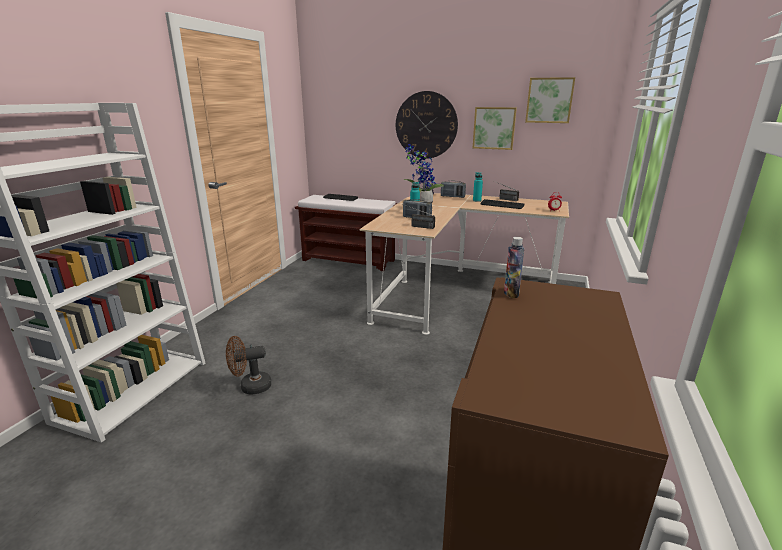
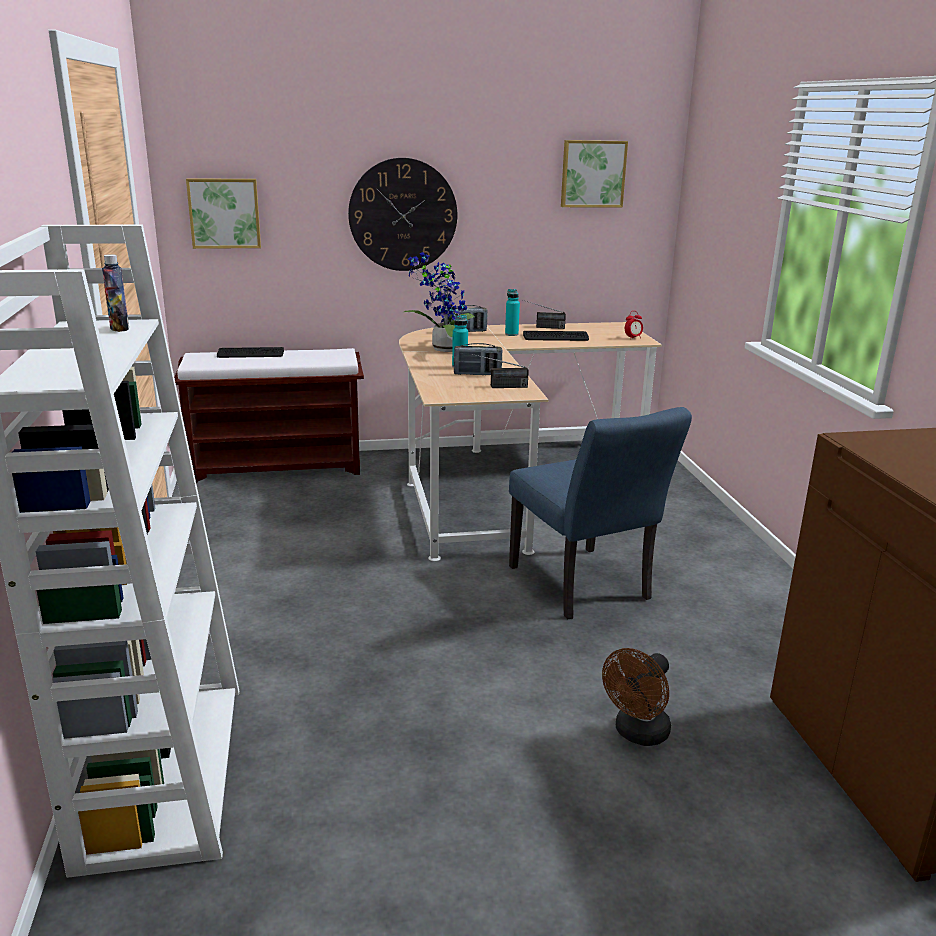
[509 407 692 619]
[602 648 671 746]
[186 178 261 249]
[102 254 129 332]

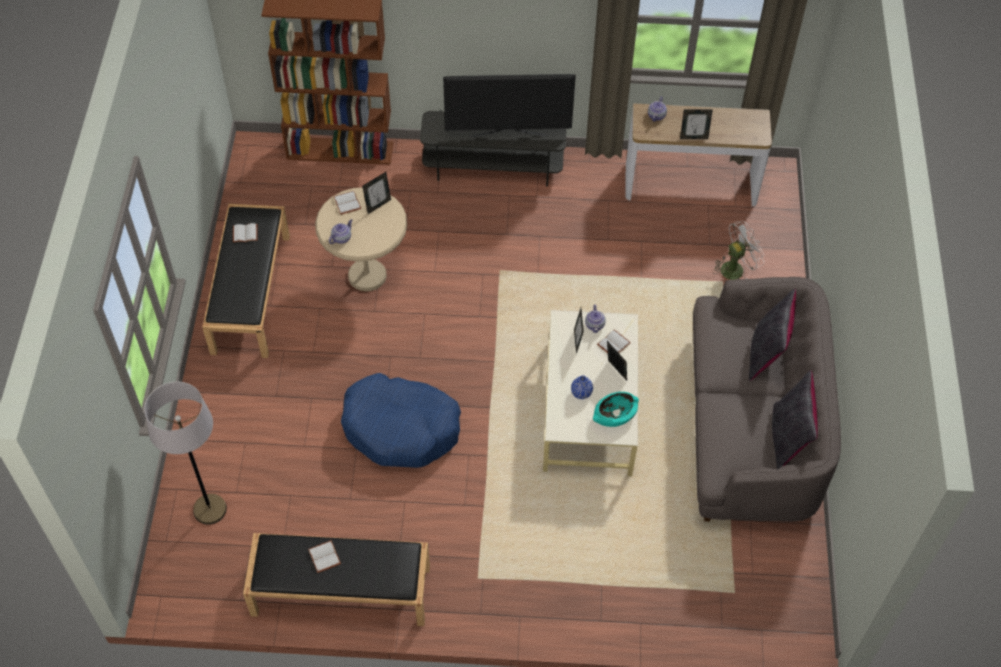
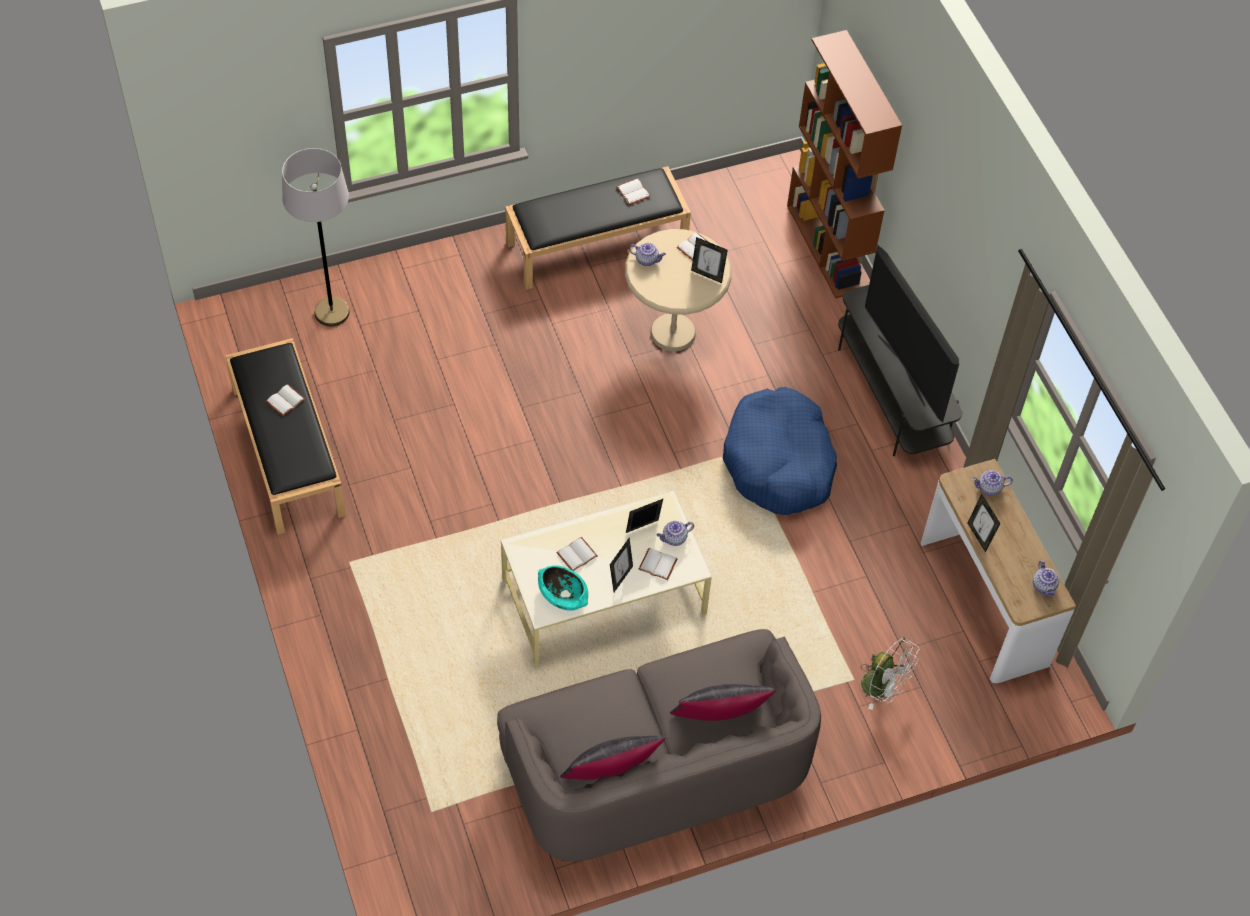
[1033 560 1059 597]
[723 387 837 515]
[556 537 597 571]

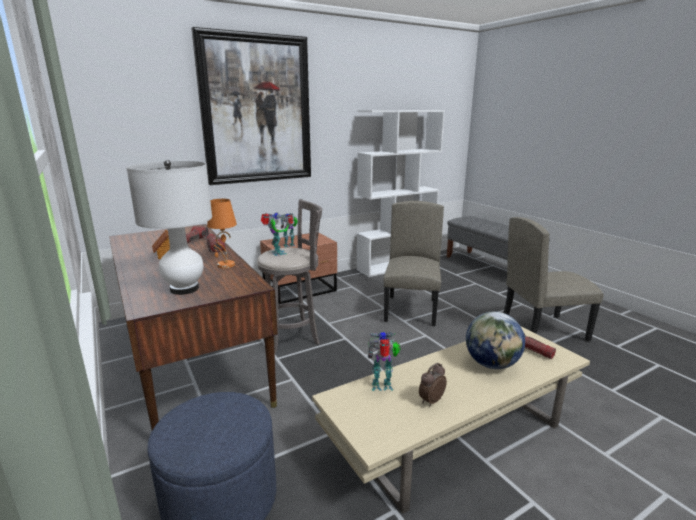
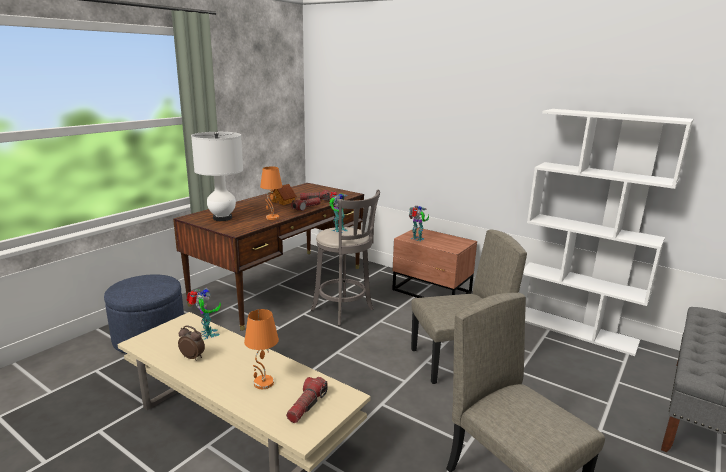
[191 27 311 185] (first image)
[244 309 279 389]

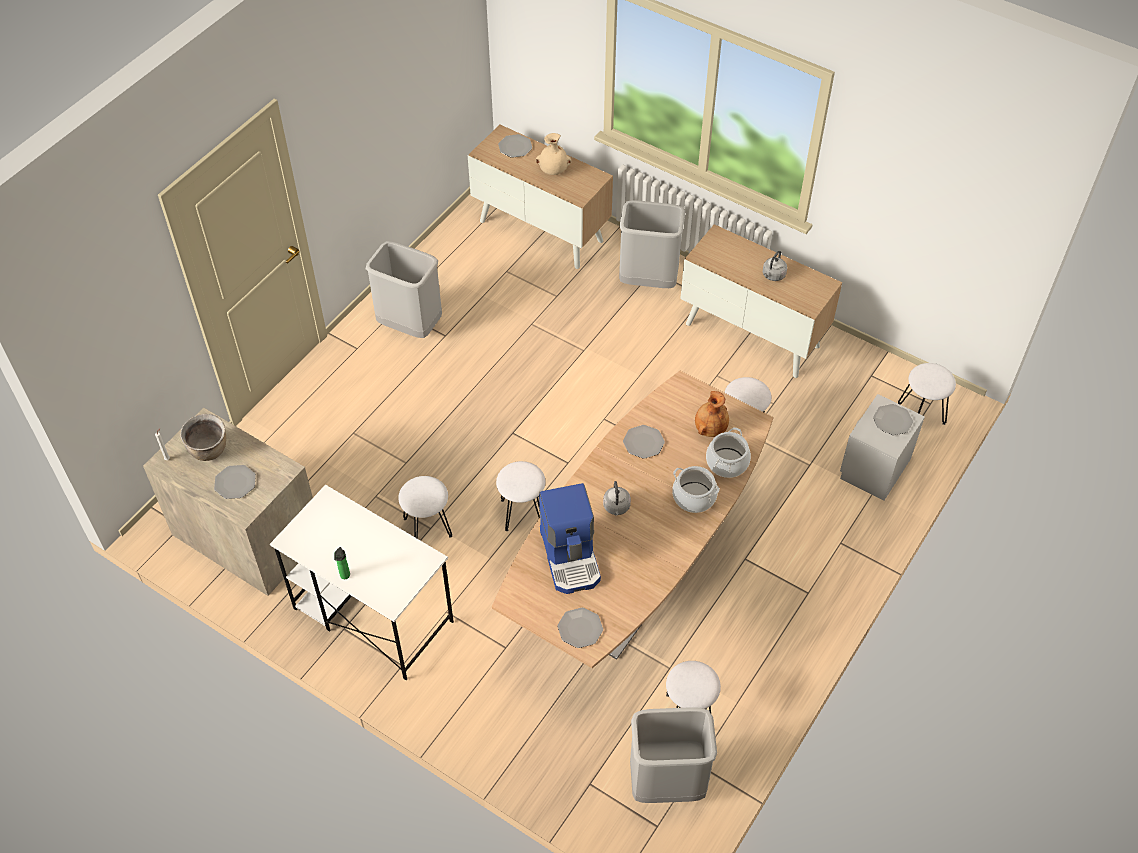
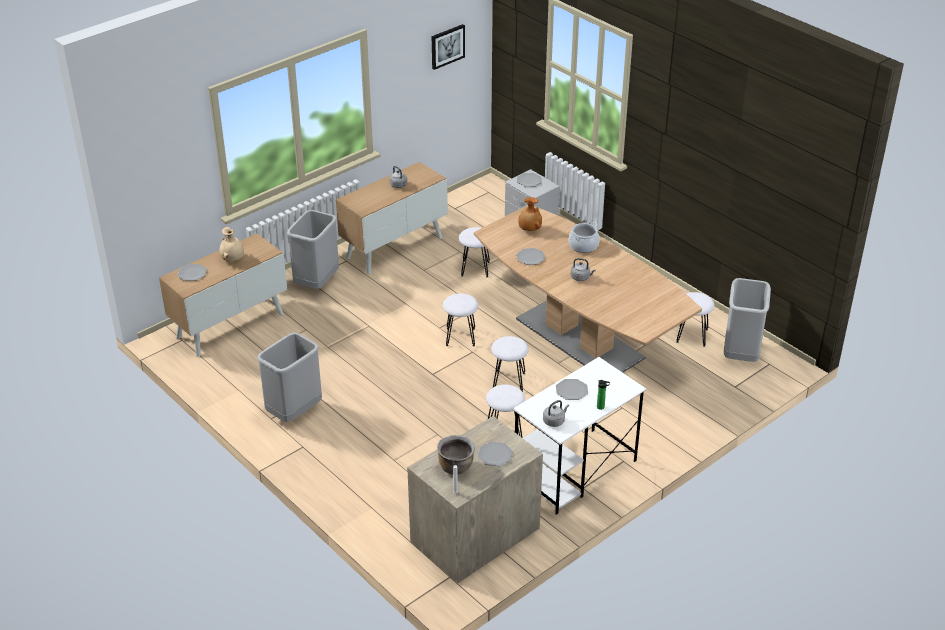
[539 483 601 594] (first image)
[706 428 751 478] (first image)
[432 24 465 70]
[543 400 569 427]
[556 379 588 400]
[443 293 479 346]

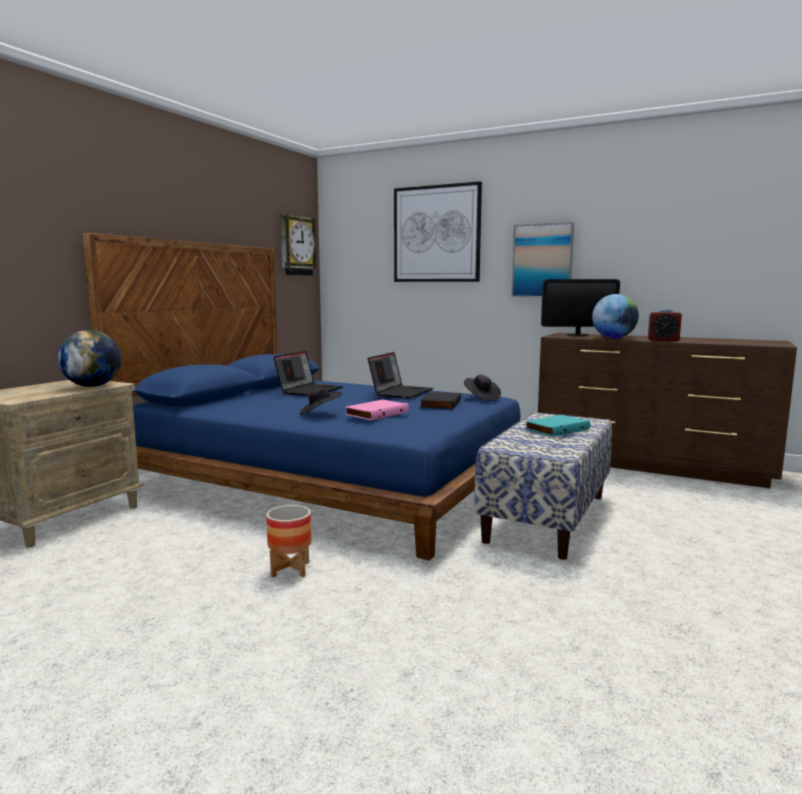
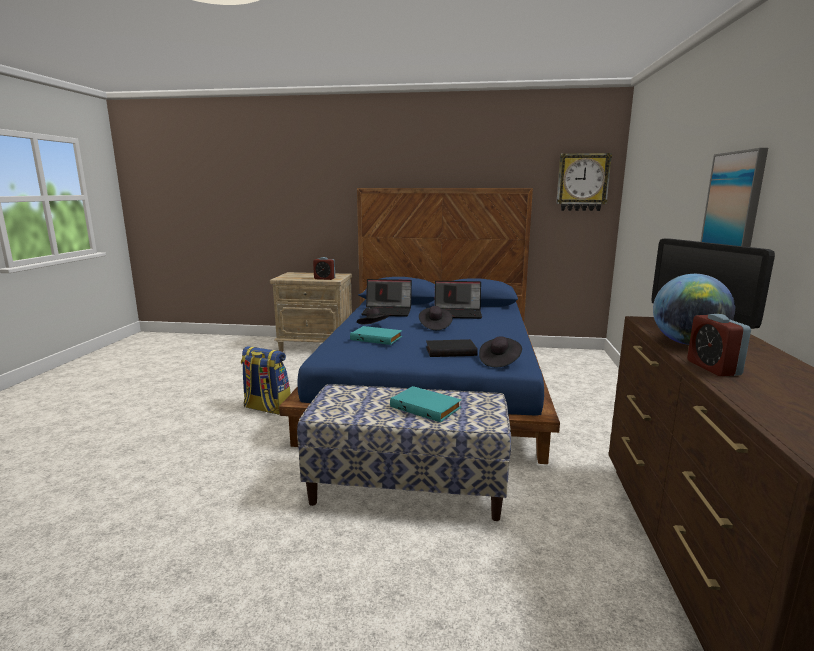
[394 181 482 282] (first image)
[419 306 453 330]
[362 279 412 317]
[313 257 335 280]
[241 346 291 415]
[350 326 402 345]

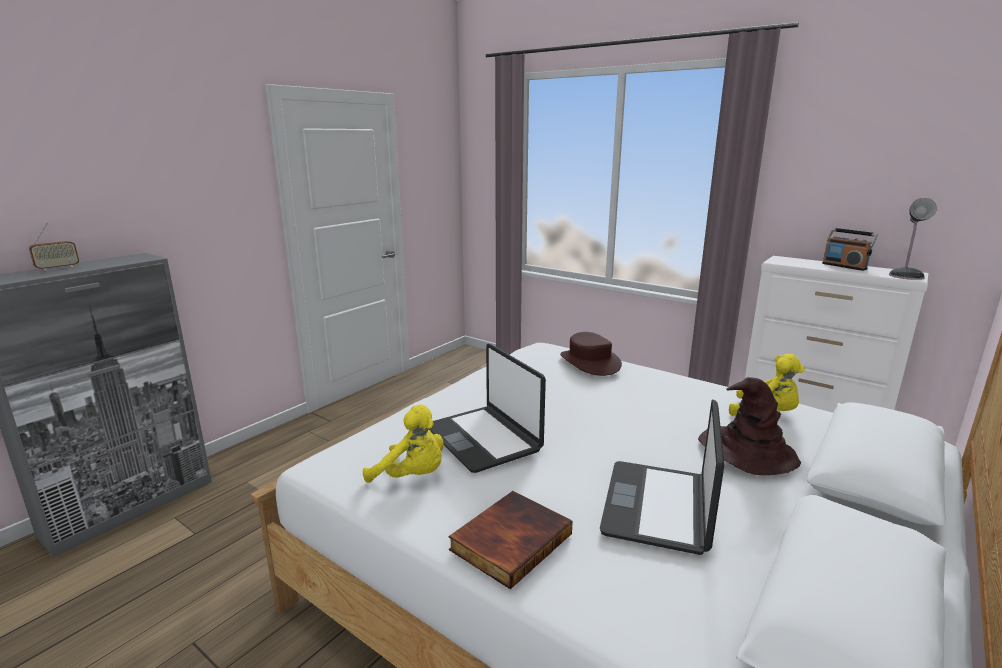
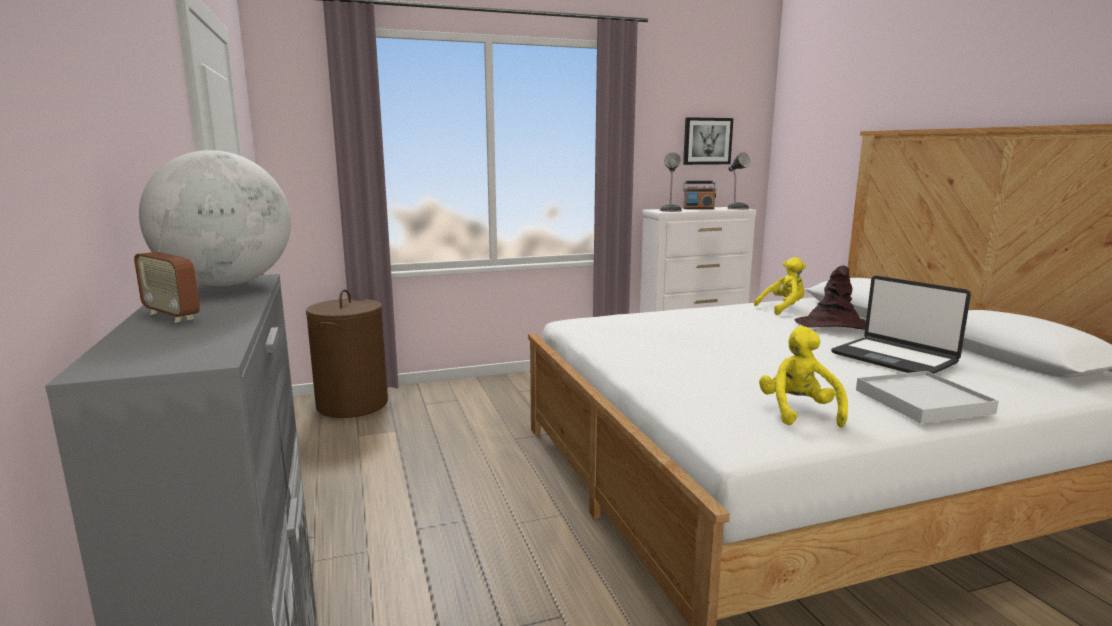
[429 344 546 473] (first image)
[560 332 622 376] (first image)
[139 150 291 286]
[306 289 388 418]
[660 153 682 212]
[683 117 733 165]
[856 371 999 423]
[134 208 200 323]
[759 326 848 428]

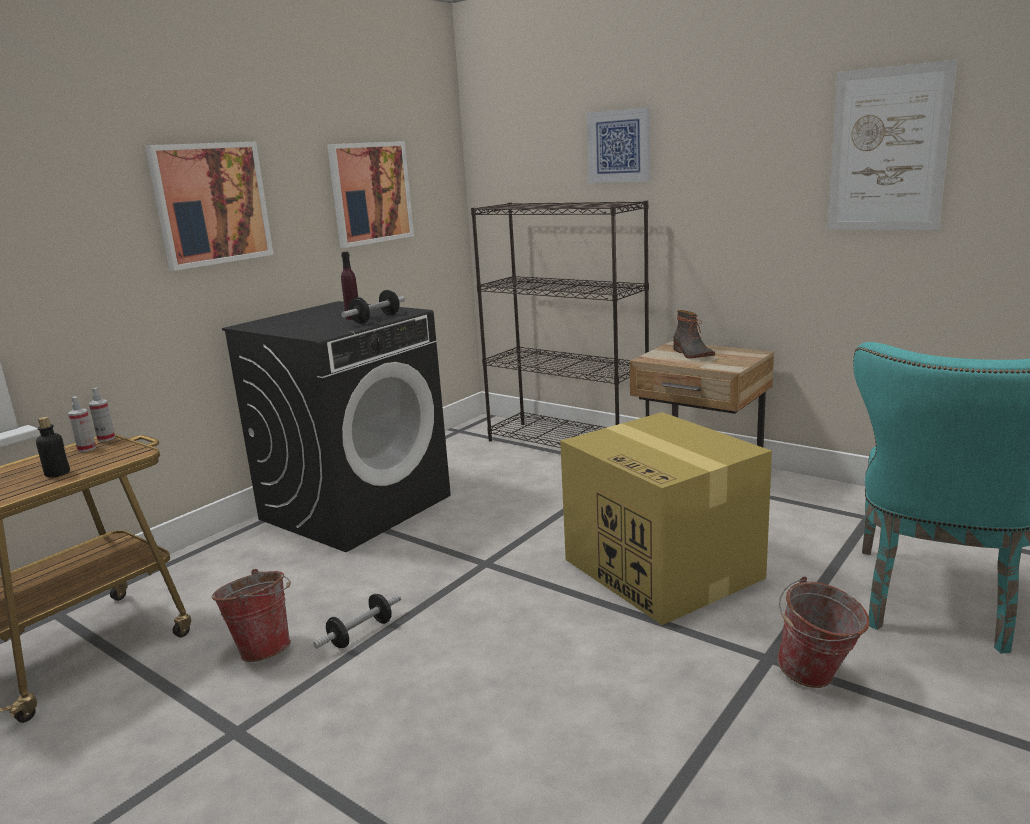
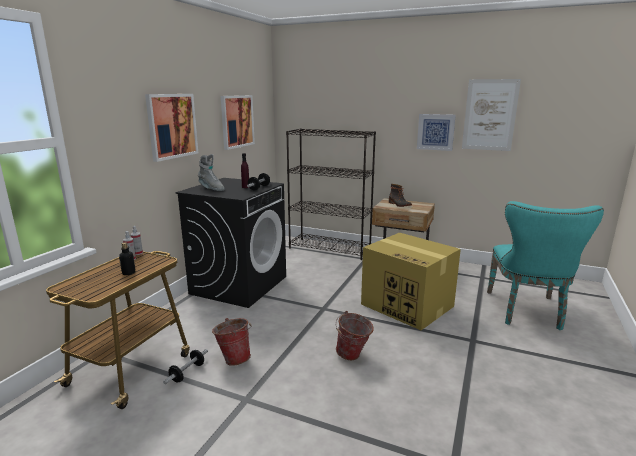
[198 154 225 191]
[163 349 208 384]
[417 114 456 151]
[336 311 374 360]

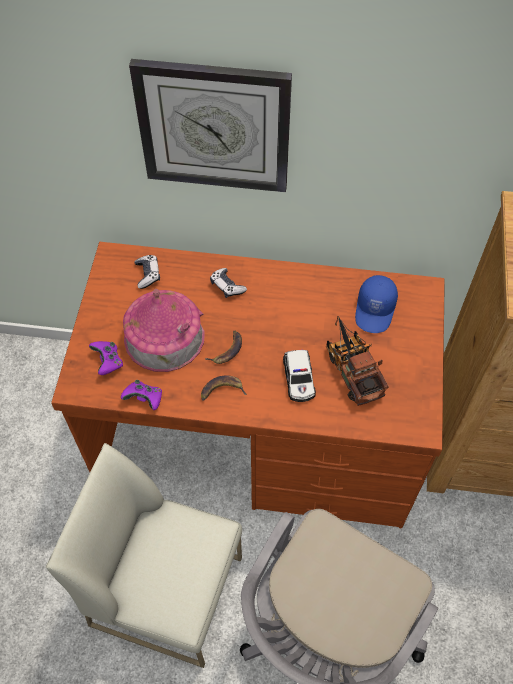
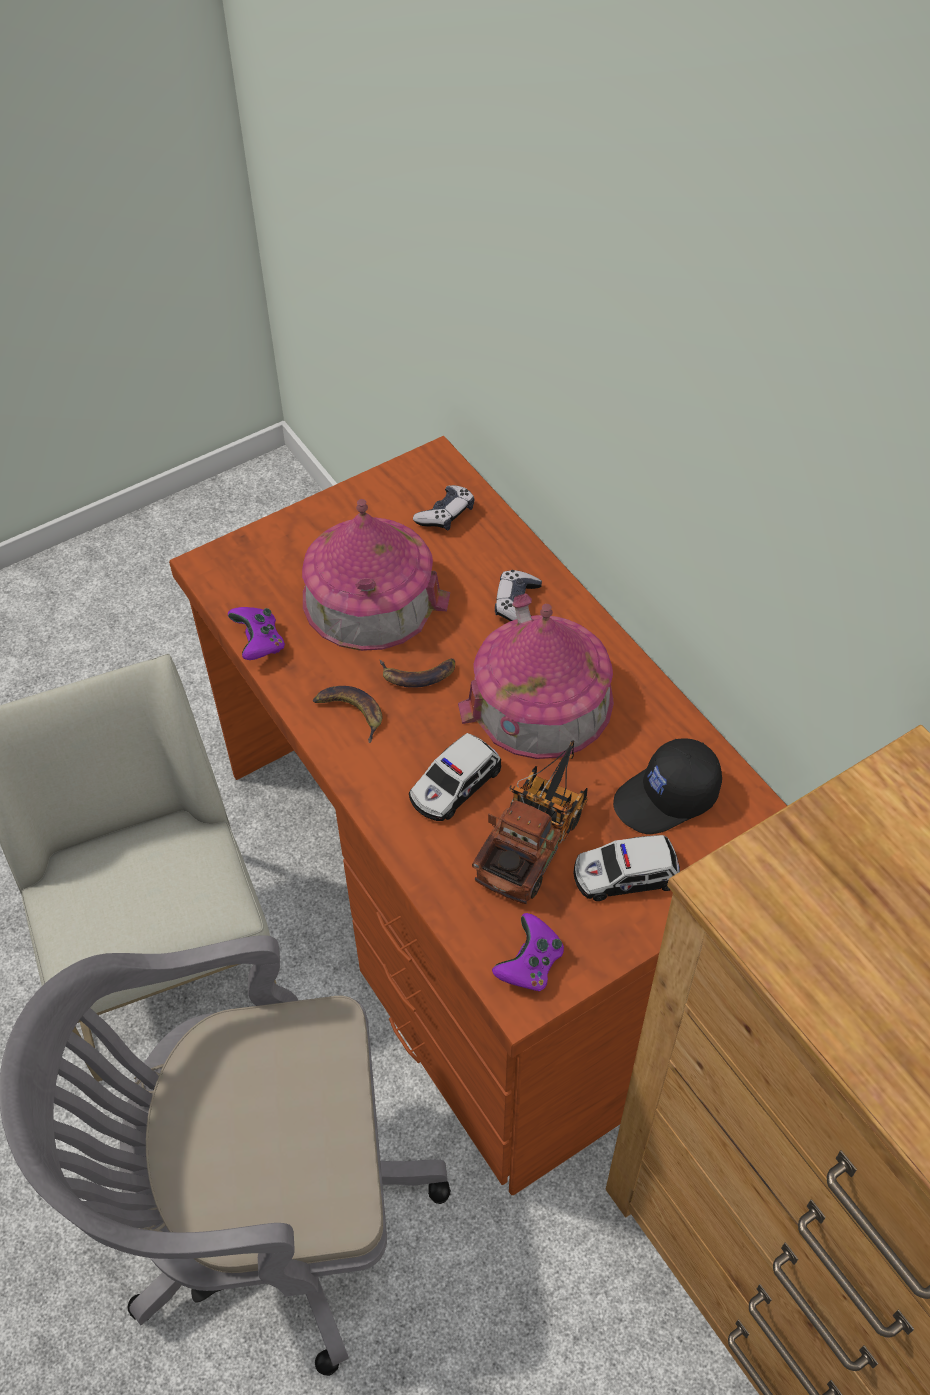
[129 59 292 192] (first image)
[458 594 614 759]
[574 835 680 901]
[492 913 564 991]
[613 738 722 834]

